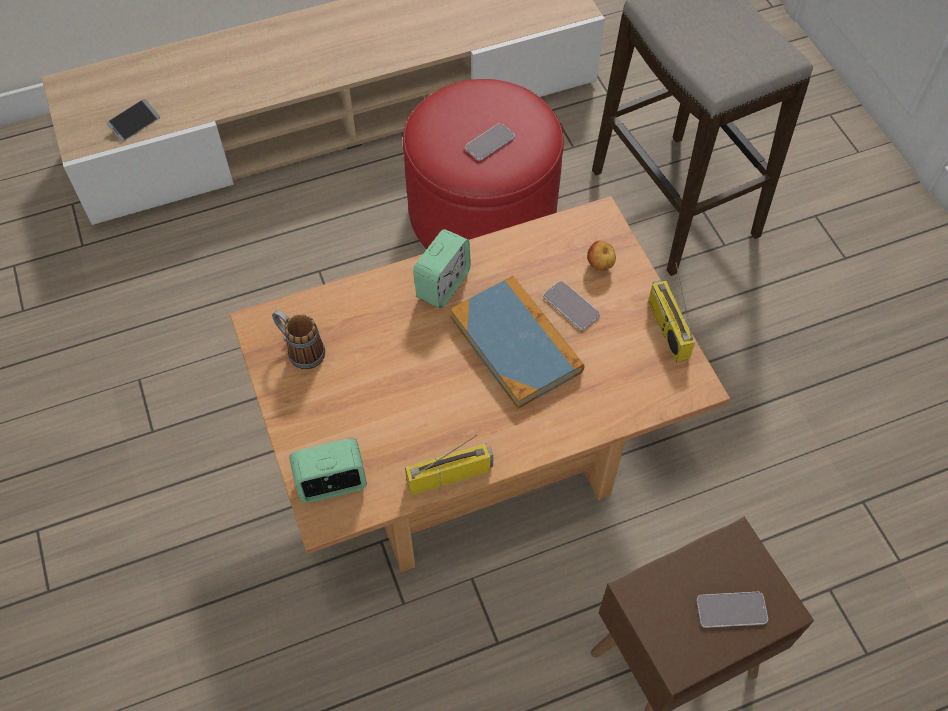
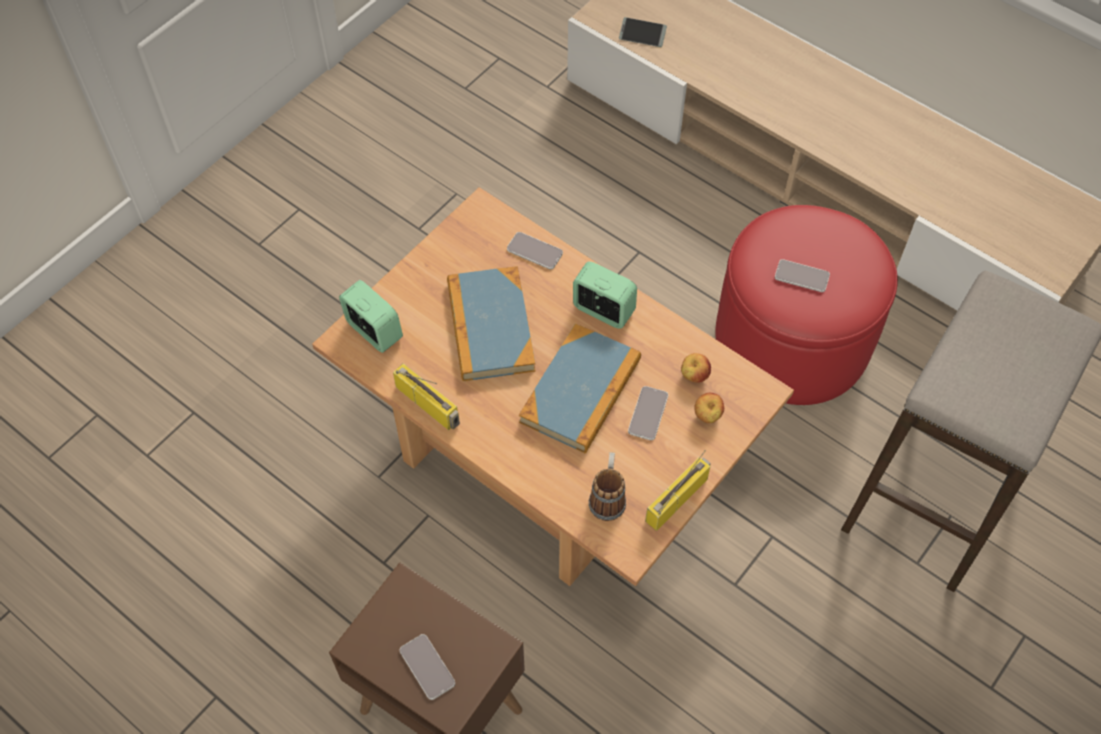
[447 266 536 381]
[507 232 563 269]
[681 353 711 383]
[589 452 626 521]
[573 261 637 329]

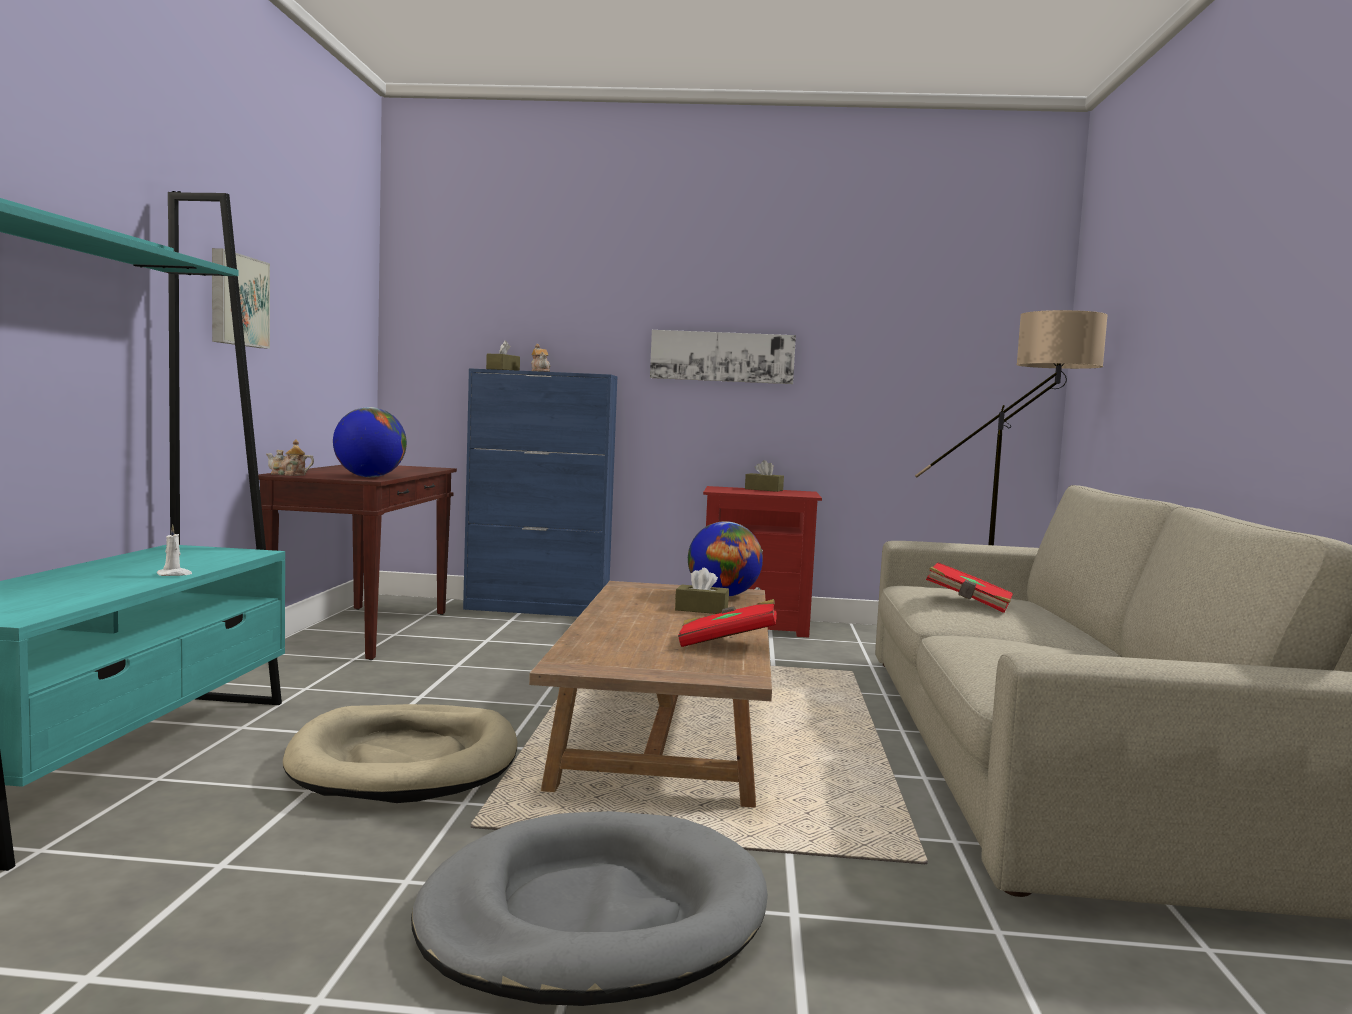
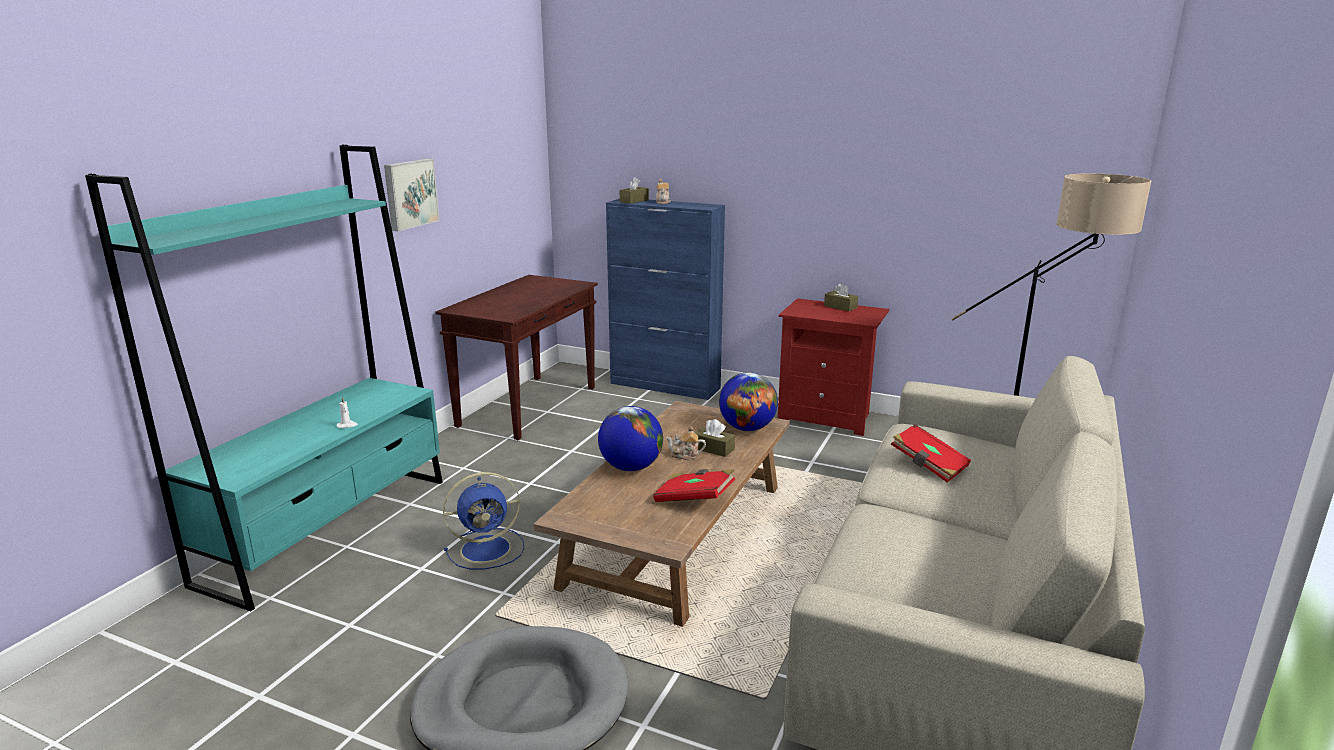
[650 330 796 384] (first image)
[666 426 706 460]
[598 406 663 471]
[443 472 524 570]

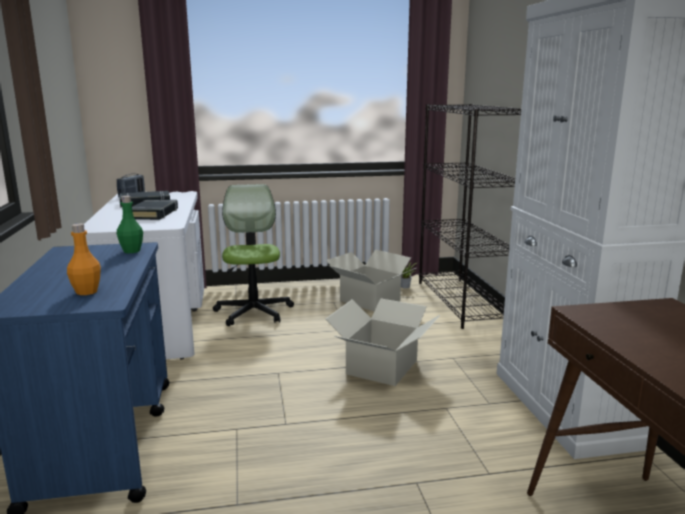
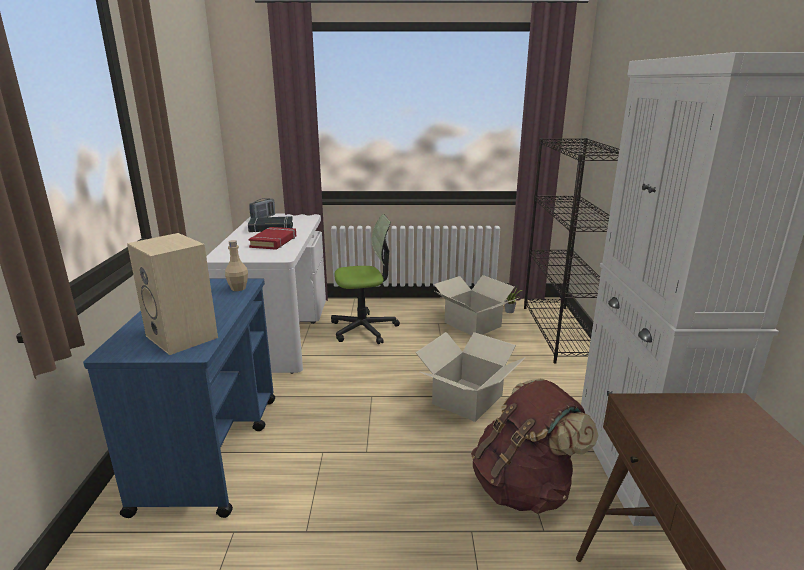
[471 379 599 514]
[127 233 218 355]
[225 240 248 291]
[248 227 296 250]
[331 215 400 344]

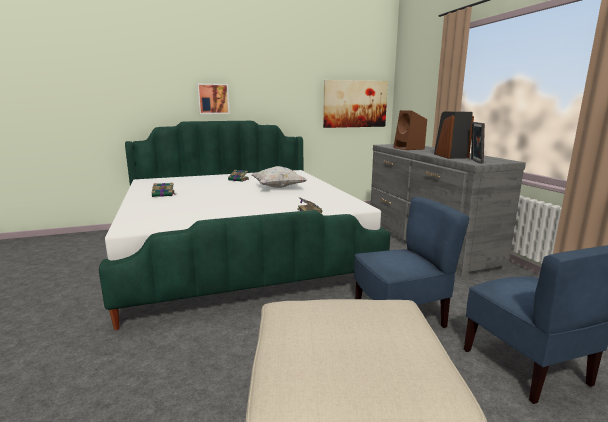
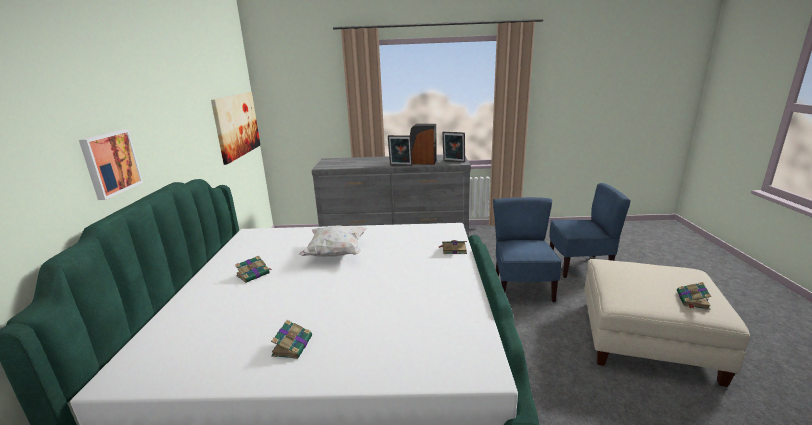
[393 110 427 150] (first image)
[388 135 412 166]
[677 282 711 310]

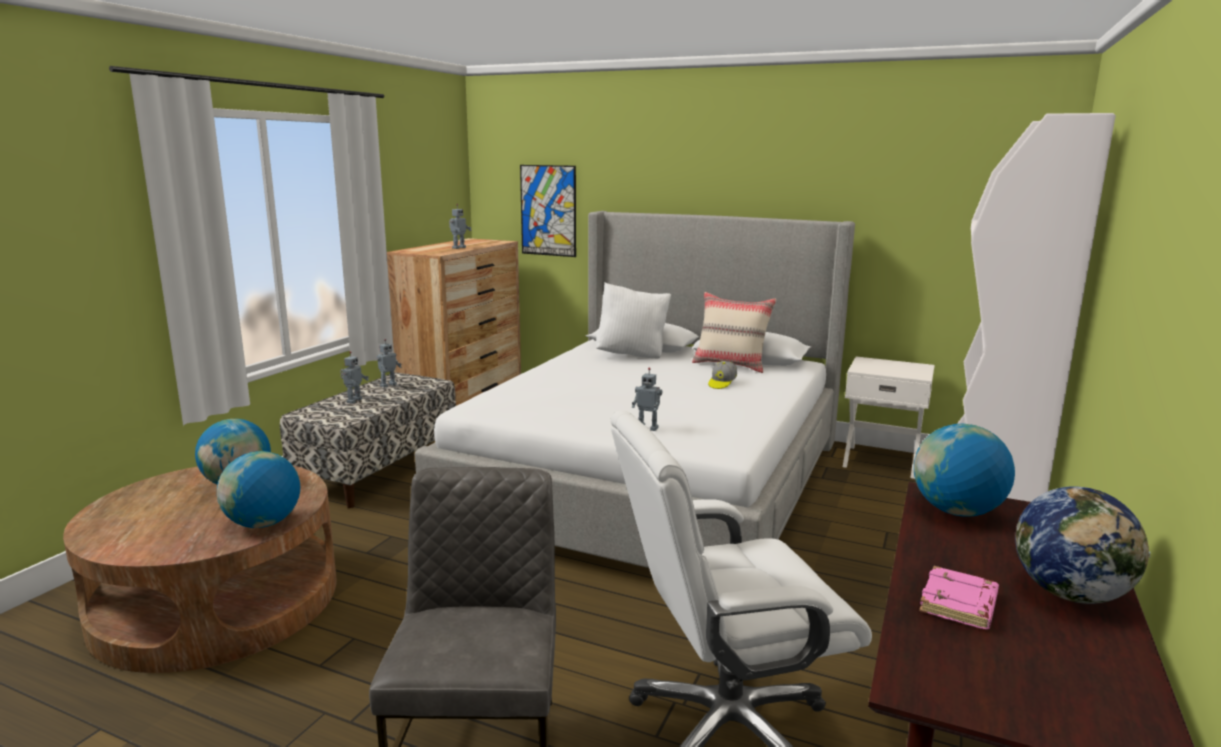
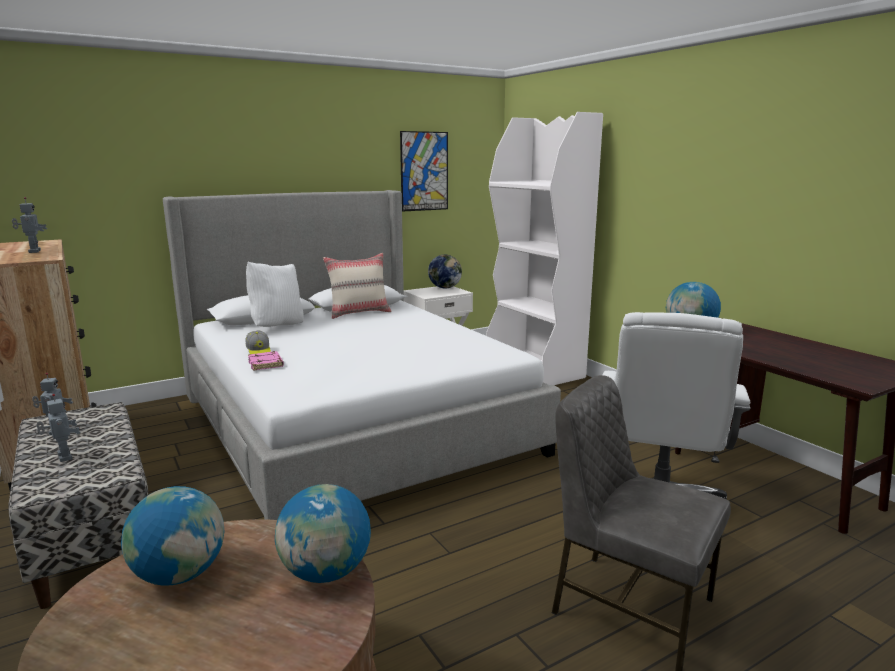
[632 368 662 431] (first image)
[400 131 448 212]
[246 331 271 354]
[248 351 284 371]
[428 255 462 288]

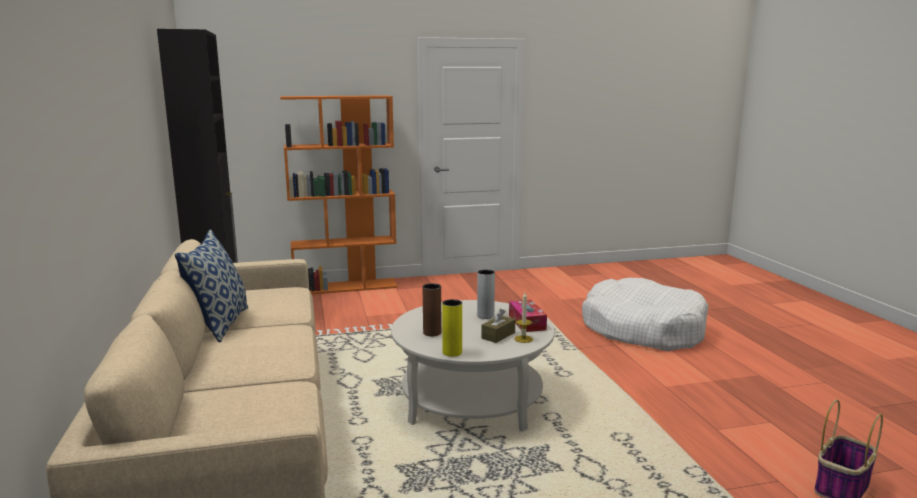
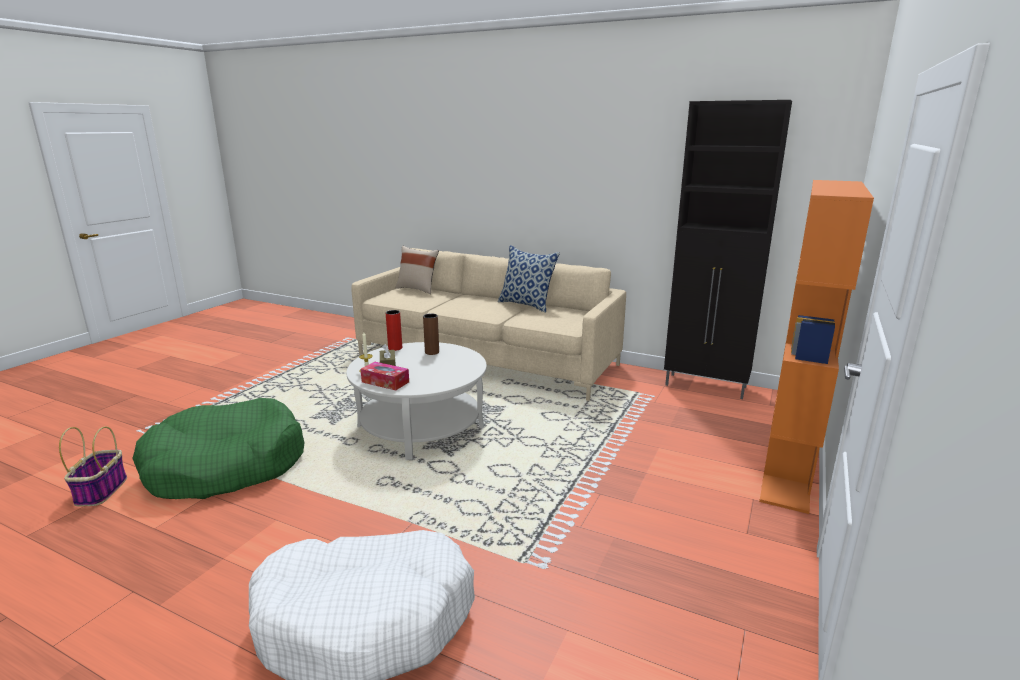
[477 270 495 319] (first image)
[132 398 305 499]
[396 246 439 294]
[386 310 402 351]

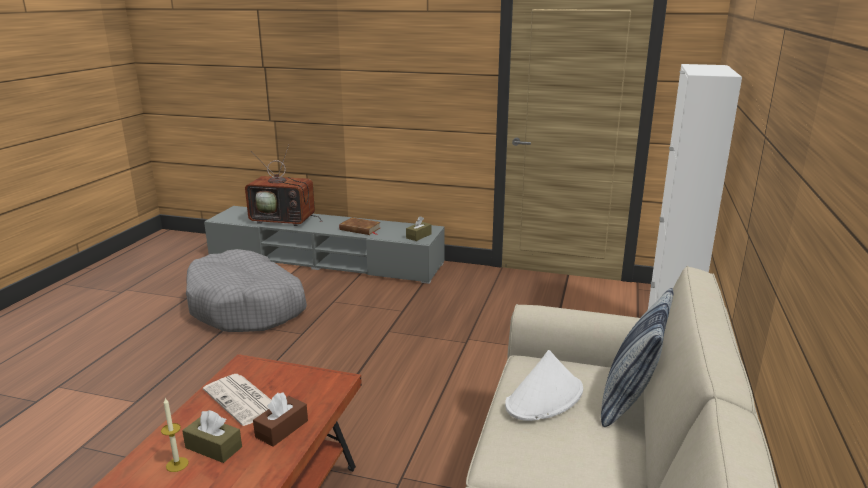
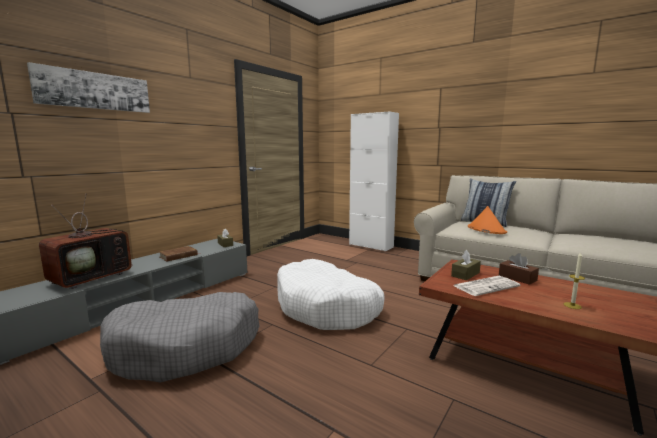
[27 62 150 113]
[277 259 385 330]
[451 250 481 280]
[468 206 507 234]

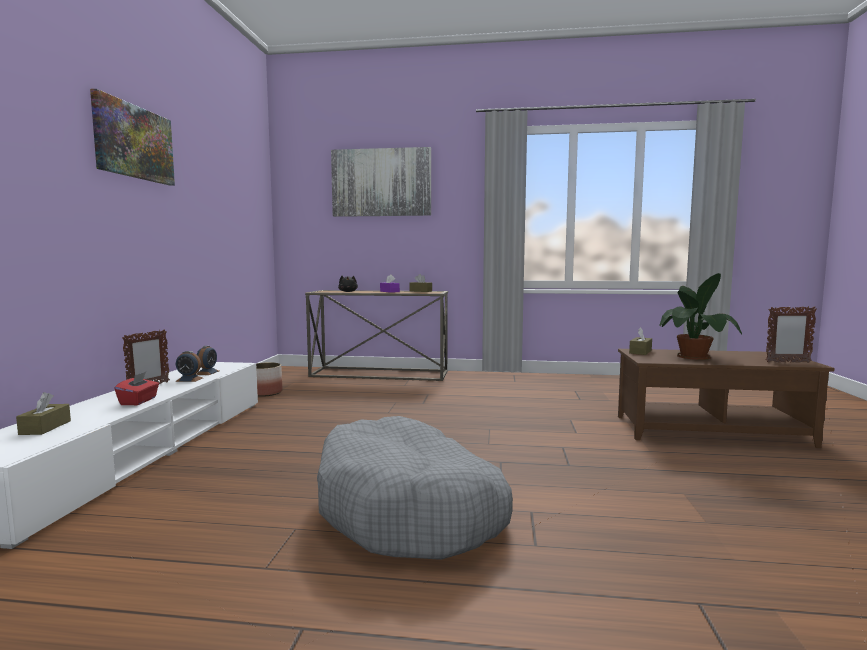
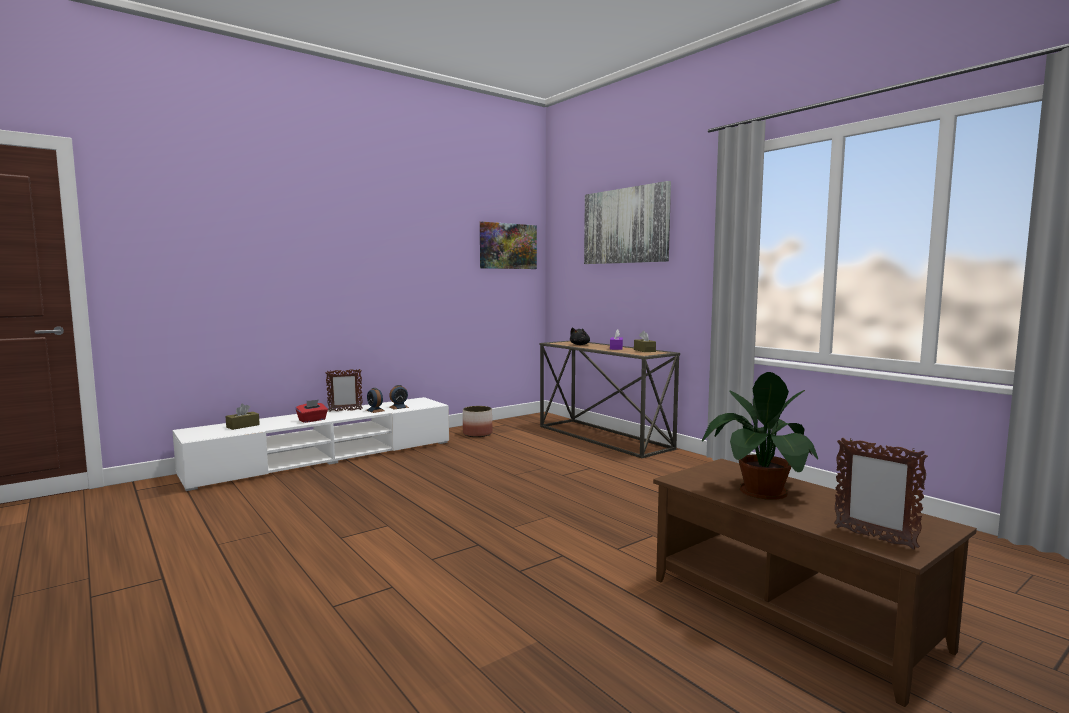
[317 416 513 560] (first image)
[629 327 652 355] (first image)
[480 222 537 269]

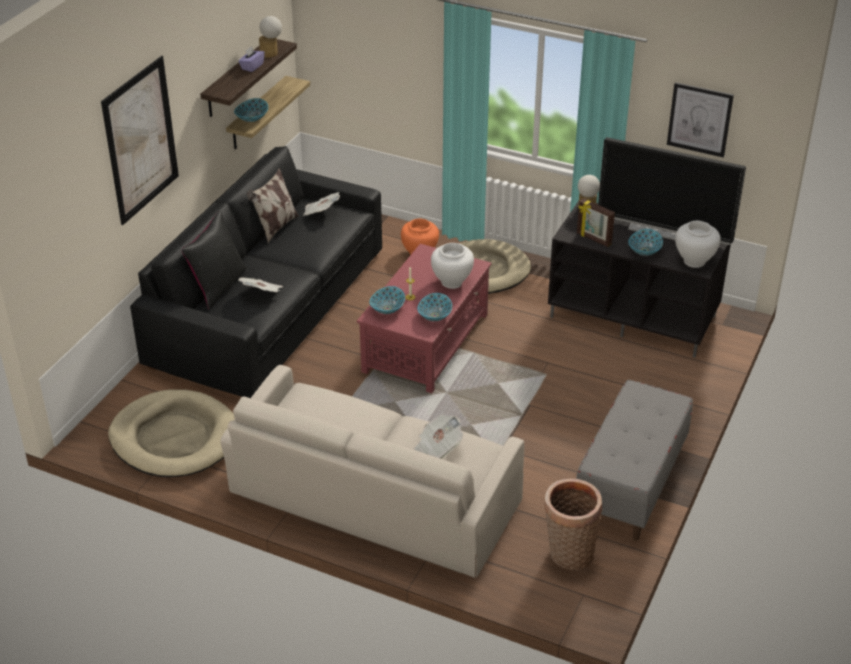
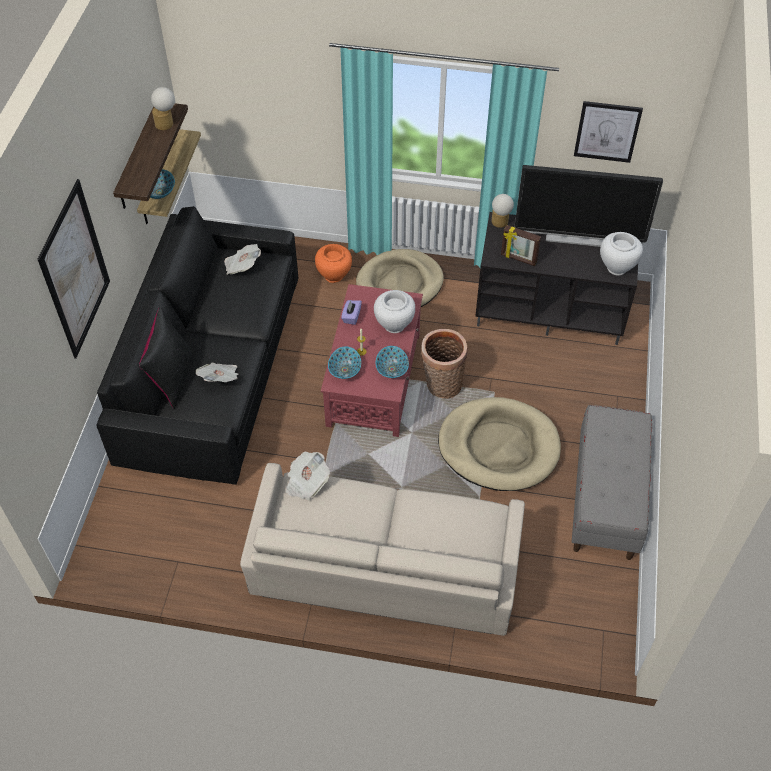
[247 168 299 243] (first image)
[628 229 663 256] (first image)
[438 397 561 491]
[341 300 362 325]
[285 451 330 501]
[421 329 468 399]

